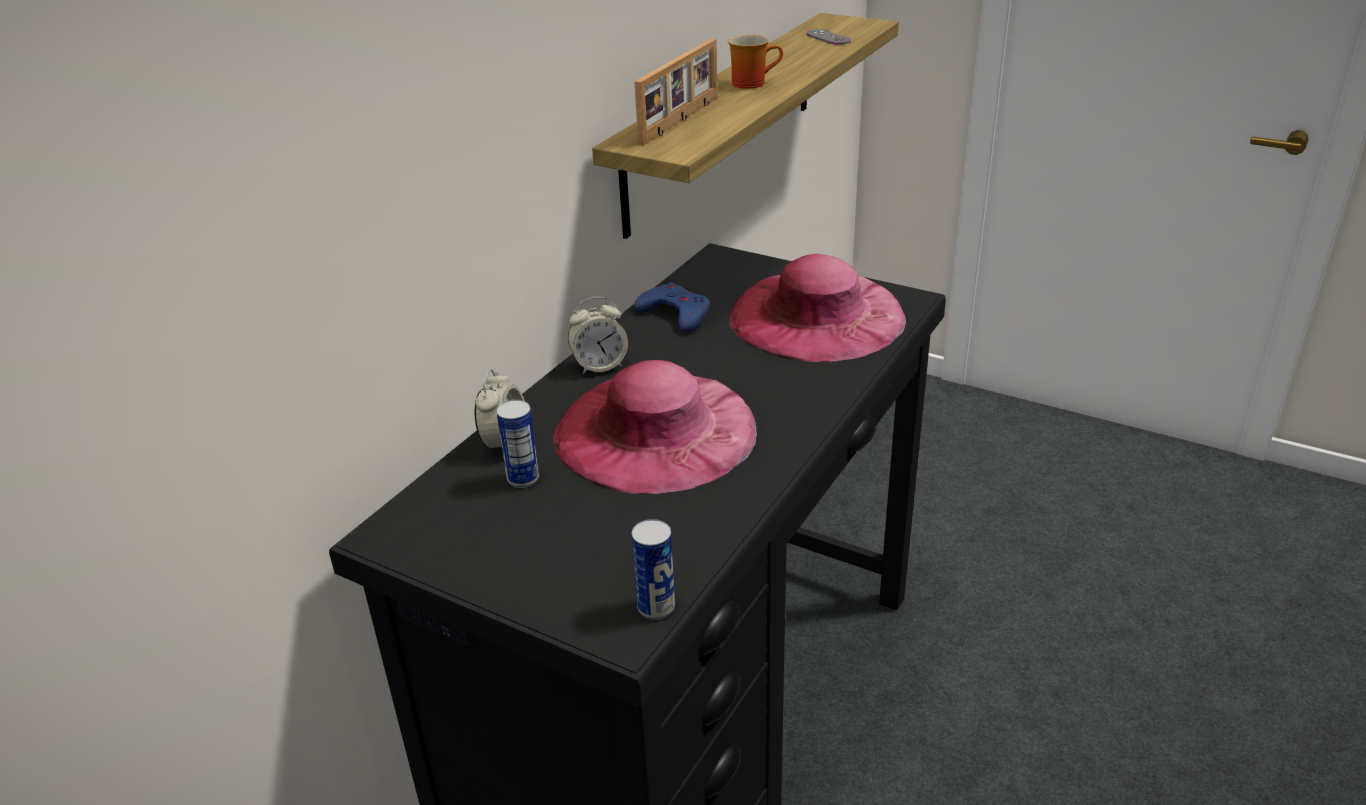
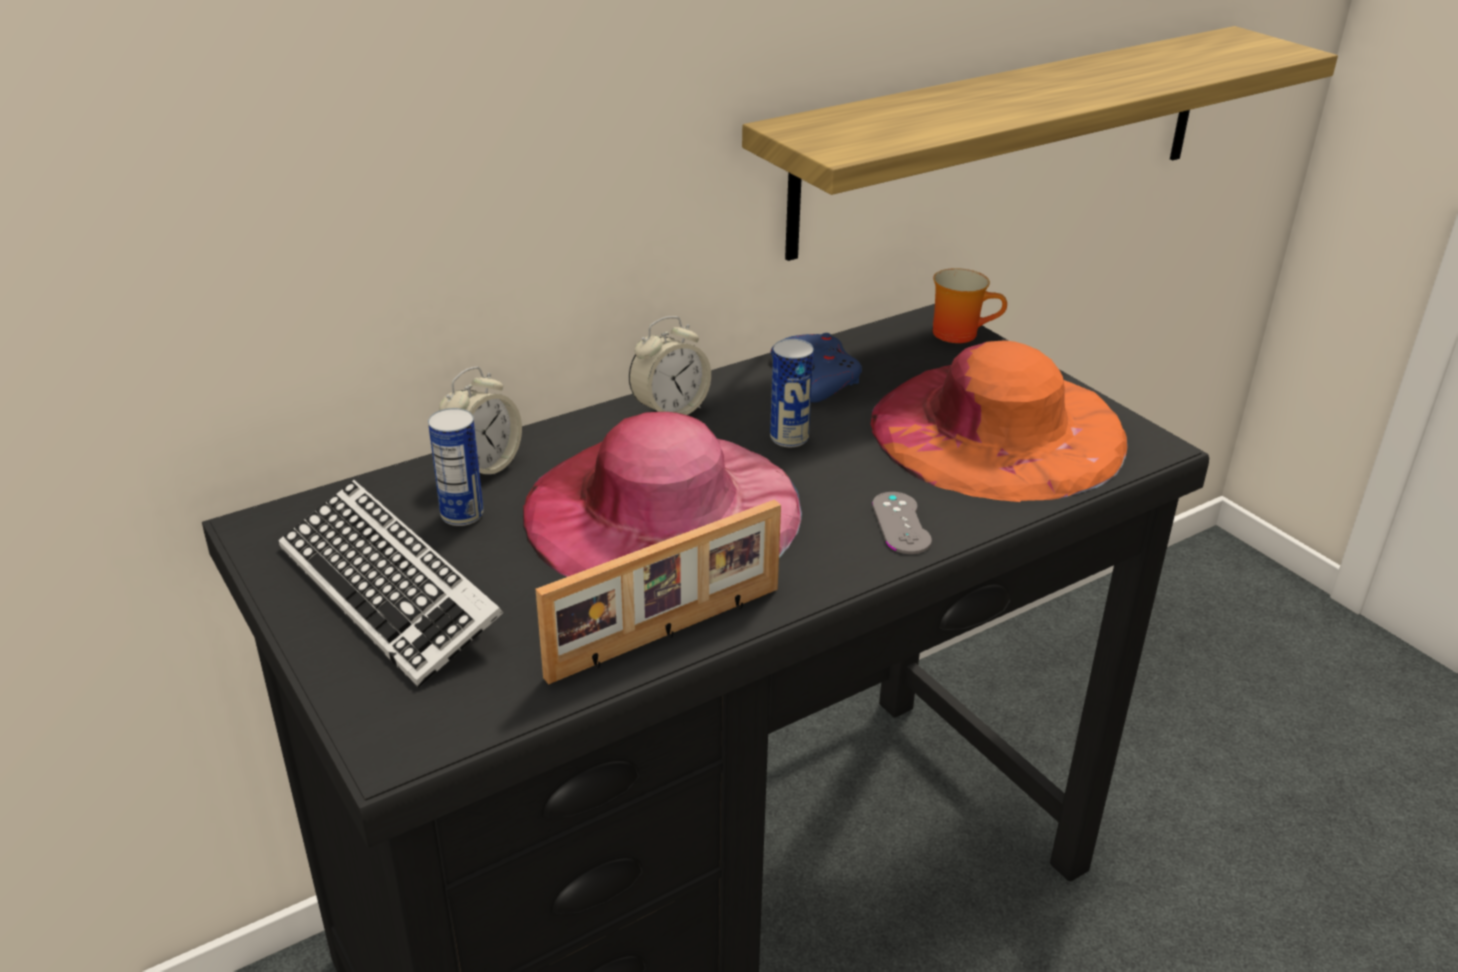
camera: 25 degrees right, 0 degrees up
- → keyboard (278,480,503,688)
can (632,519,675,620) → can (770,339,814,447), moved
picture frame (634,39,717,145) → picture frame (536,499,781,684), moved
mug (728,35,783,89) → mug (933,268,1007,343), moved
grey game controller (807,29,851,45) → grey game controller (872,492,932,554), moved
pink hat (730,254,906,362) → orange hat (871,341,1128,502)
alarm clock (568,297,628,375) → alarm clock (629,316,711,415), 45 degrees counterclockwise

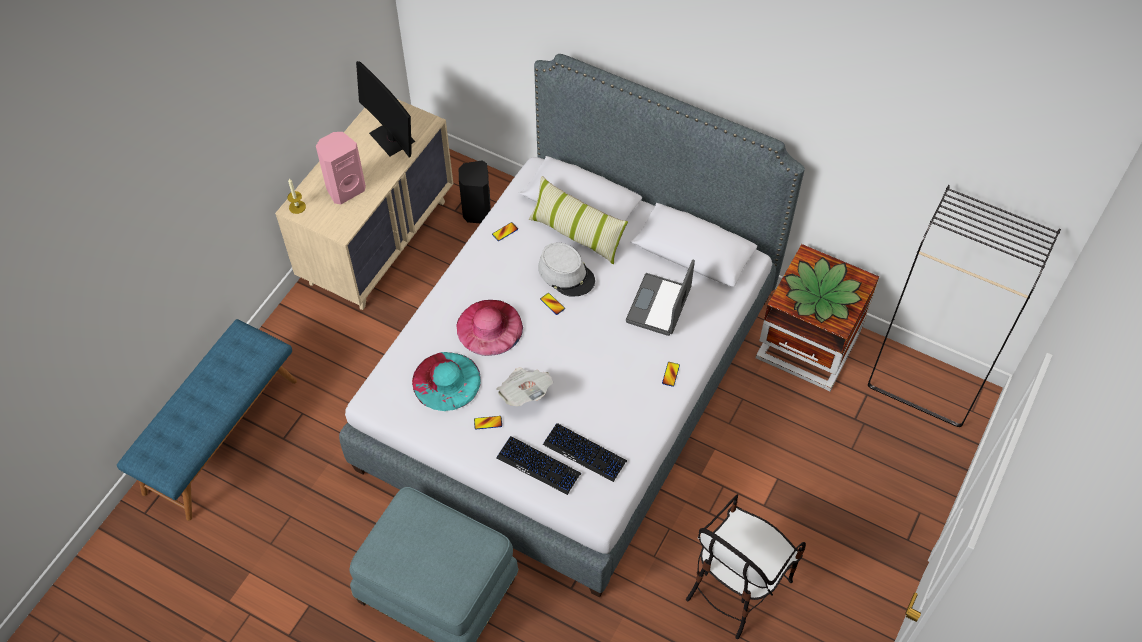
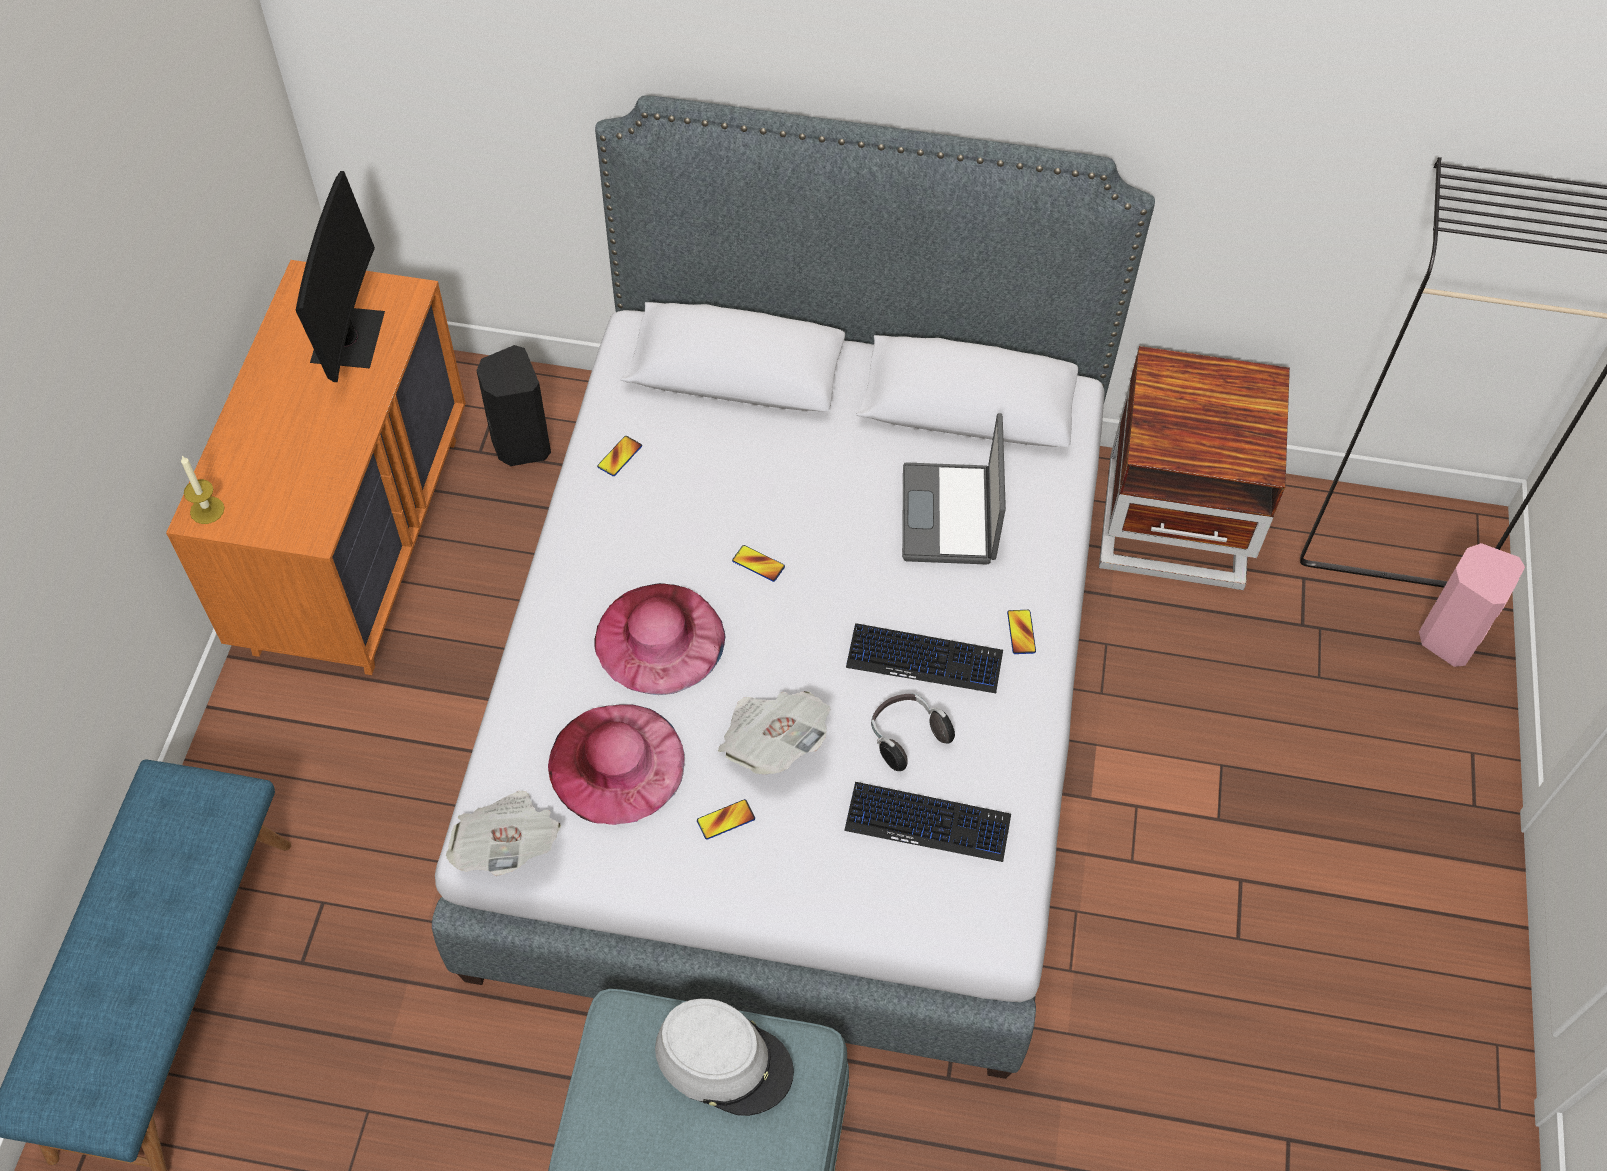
camera: 20 degrees left, 0 degrees up
pillow (529,176,628,264) → -
chair (686,494,806,639) → -
potted plant (784,257,862,323) → -
- → newspaper (446,791,561,876)
- → headphones (871,693,955,771)
pink speaker (316,132,366,204) → pink speaker (1419,543,1525,667), moved
keyboard (497,436,581,495) → keyboard (846,623,1003,693), moved
grey hat (538,243,595,297) → grey hat (655,999,794,1116), moved
beige dresser (275,99,453,310) → orange dresser (166,260,466,675)
turquoise hat (412,352,481,411) → pink hat (548,704,684,825)
monitor (356,61,415,158) → monitor (296,171,385,382), 120 degrees counterclockwise

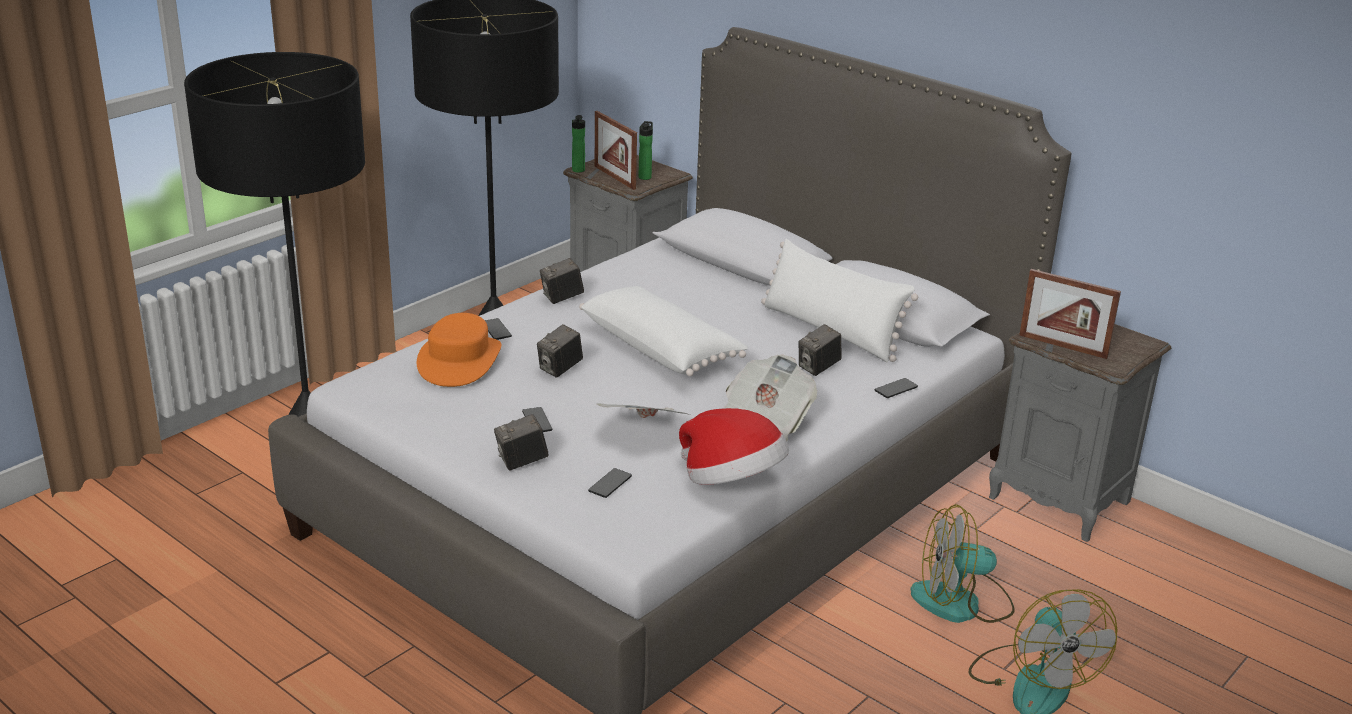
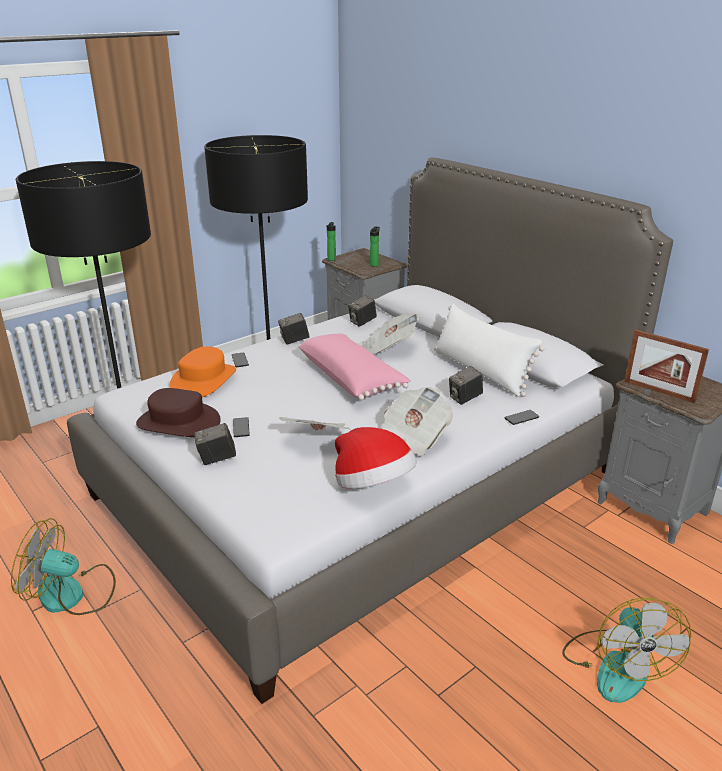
camera: 10 degrees right, 0 degrees up
phone (588,468,632,498) → -
picture frame (595,111,637,190) → -
- → brown hat (136,388,221,437)
- → newspaper (359,313,420,355)
photo camera (537,324,583,378) → photo camera (348,295,377,327), moved
fan (910,504,1015,623) → fan (11,518,116,615), moved
white pillow (579,286,748,376) → pink pillow (298,333,411,400)

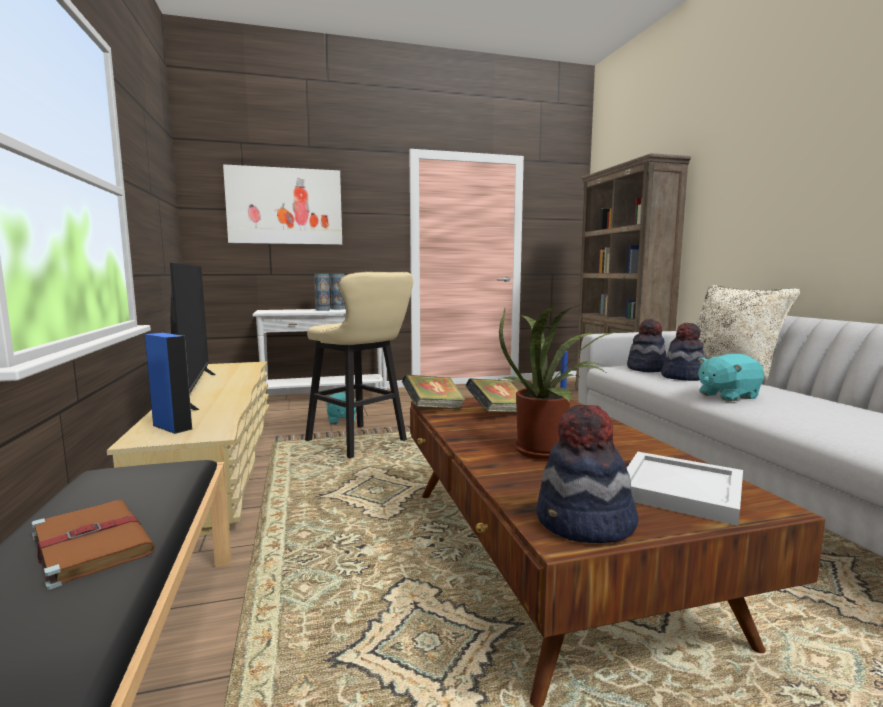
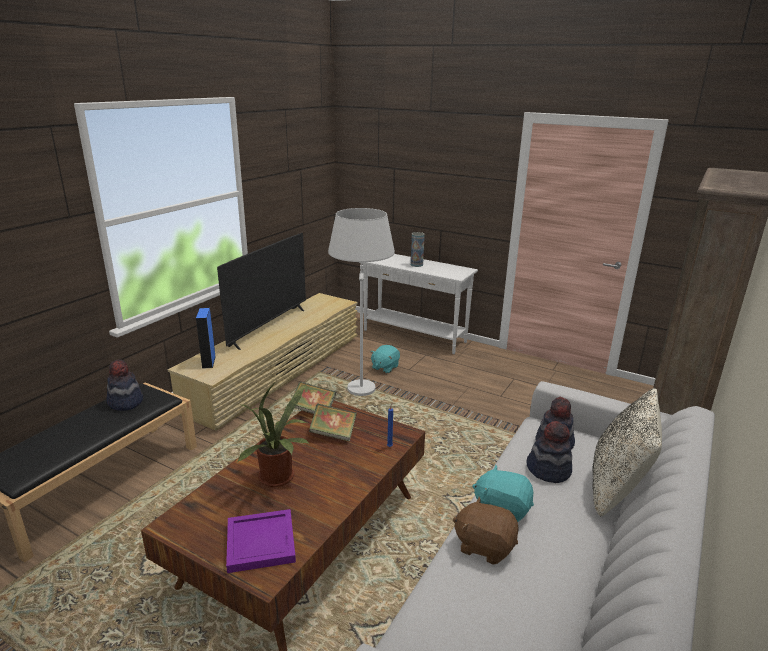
camera: 45 degrees right, 15 degrees up
brown book (32,500,155,590) → -
picture (223,164,342,245) → -
vase (330,274,346,310) → -
- → brown plush toy (453,497,519,565)
hat (536,405,639,543) → hat (106,359,143,411), moved
beige stool (305,272,413,458) → white floor lamp (328,208,395,396)
white tray (627,452,743,526) → purple tray (226,509,296,573)

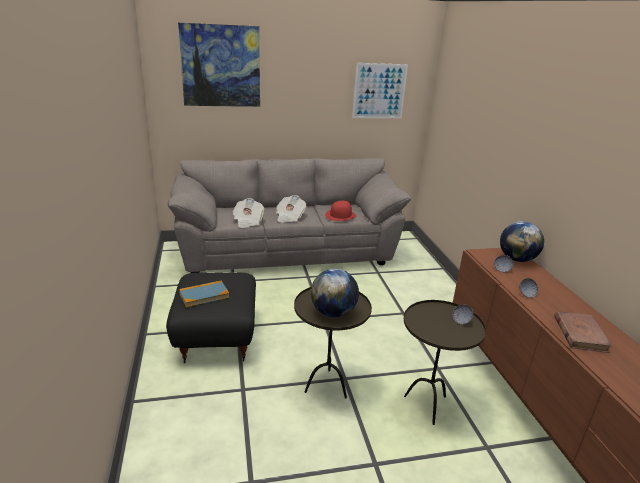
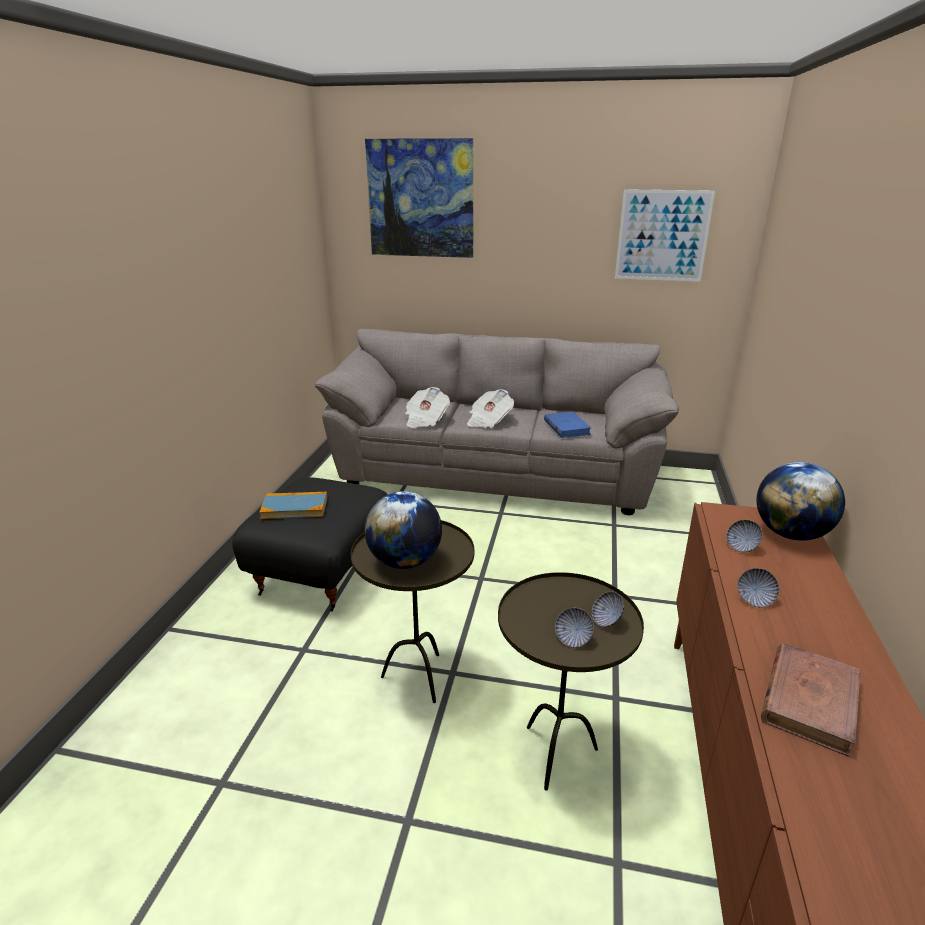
camera: 25 degrees right, 0 degrees up
- → bowl (555,608,594,648)
red hat (325,200,356,221) → blue book (544,412,591,438)

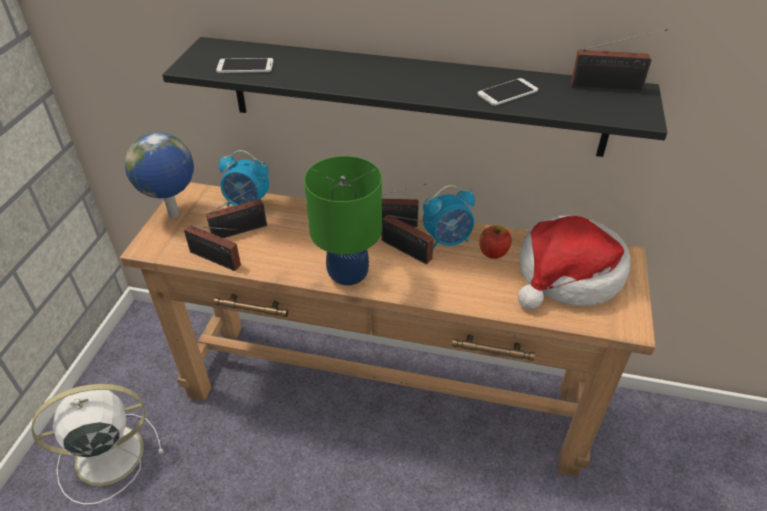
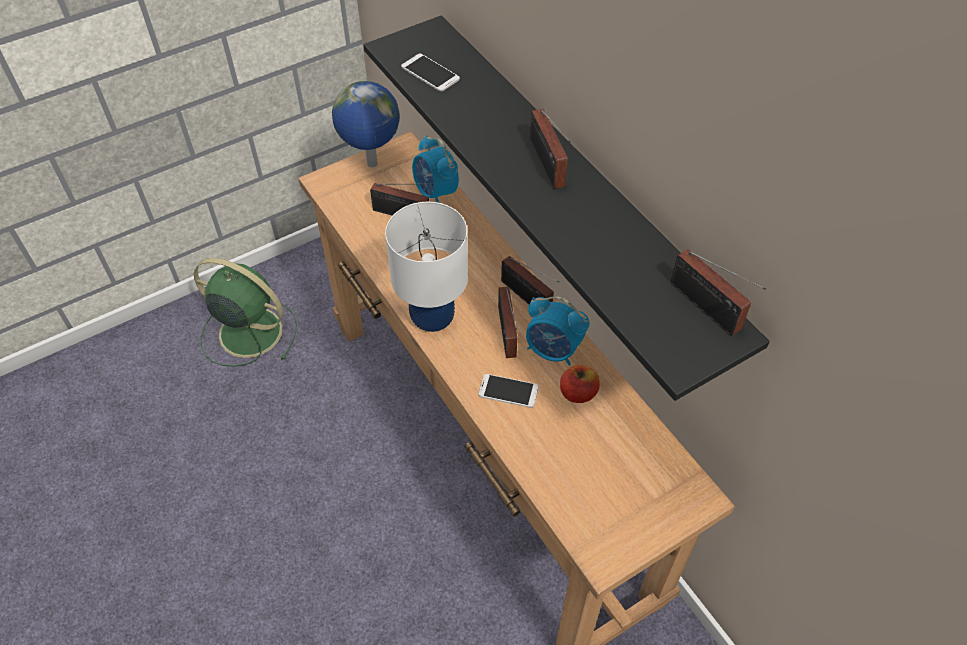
camera: 45 degrees right, 10 degrees up
hat (518,215,631,310) → -
radio (184,225,241,271) → radio (530,109,571,189), moved
phone (477,78,538,106) → phone (478,374,539,408), moved
white fan (32,384,163,505) → green fan (194,258,297,367)
green table lamp (304,156,382,286) → white table lamp (385,202,468,332)

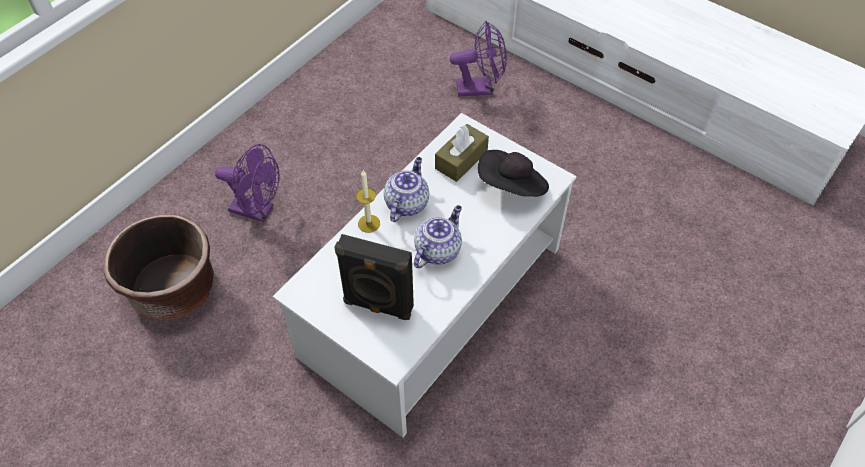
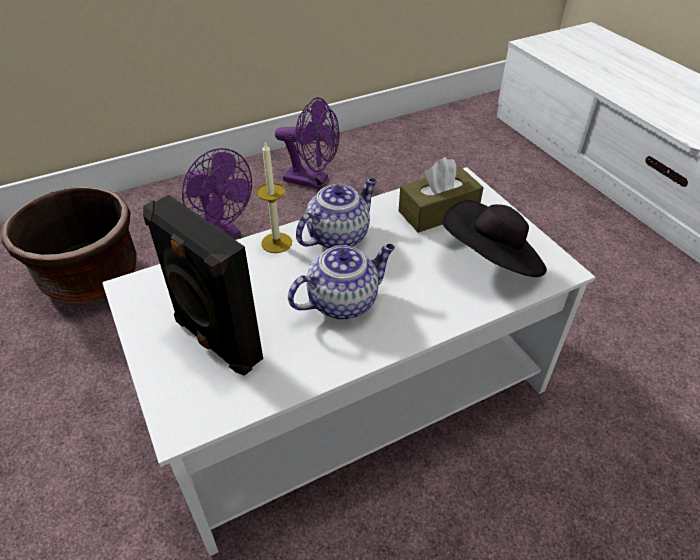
camera: 25 degrees right, 10 degrees down
purple fan (450,21,507,96) → purple fan (275,97,339,189), moved

